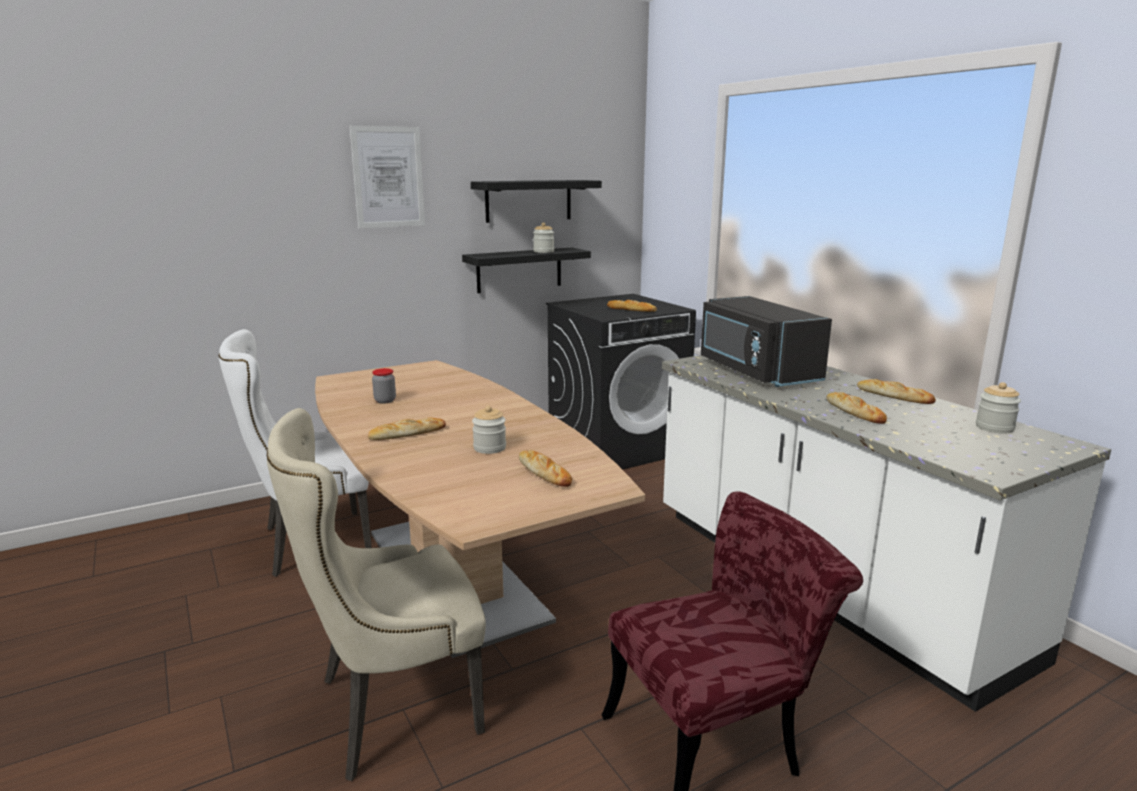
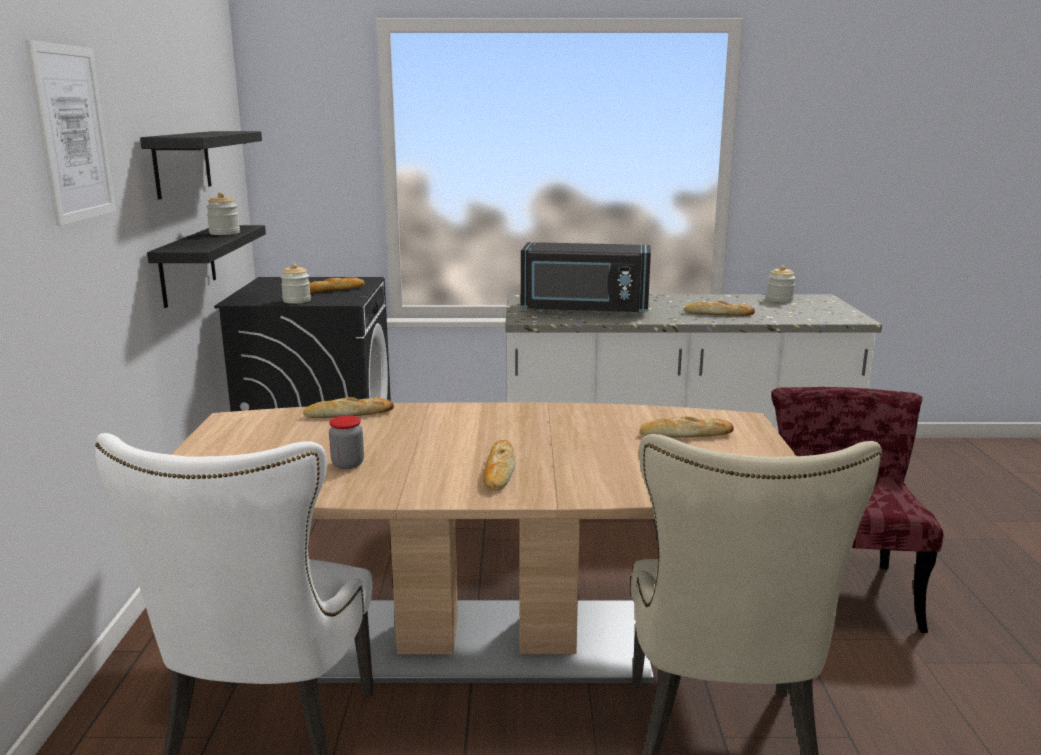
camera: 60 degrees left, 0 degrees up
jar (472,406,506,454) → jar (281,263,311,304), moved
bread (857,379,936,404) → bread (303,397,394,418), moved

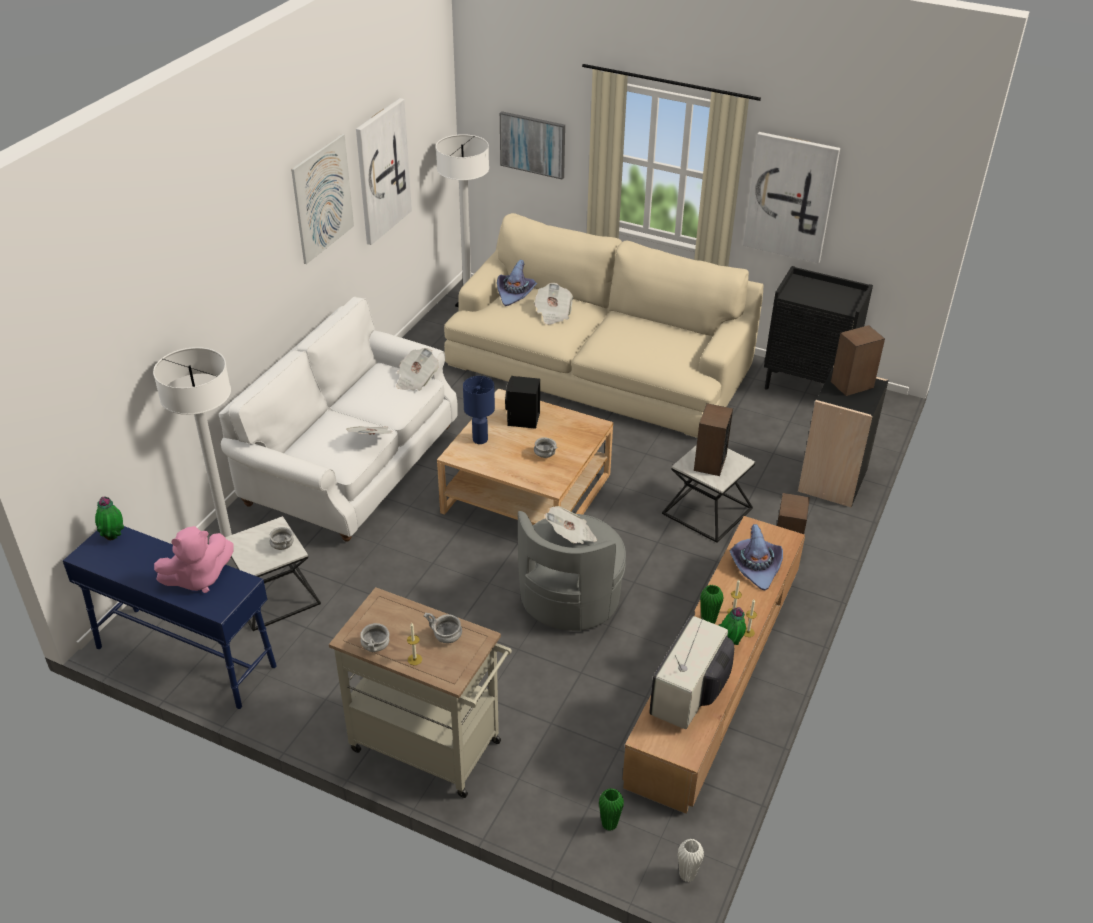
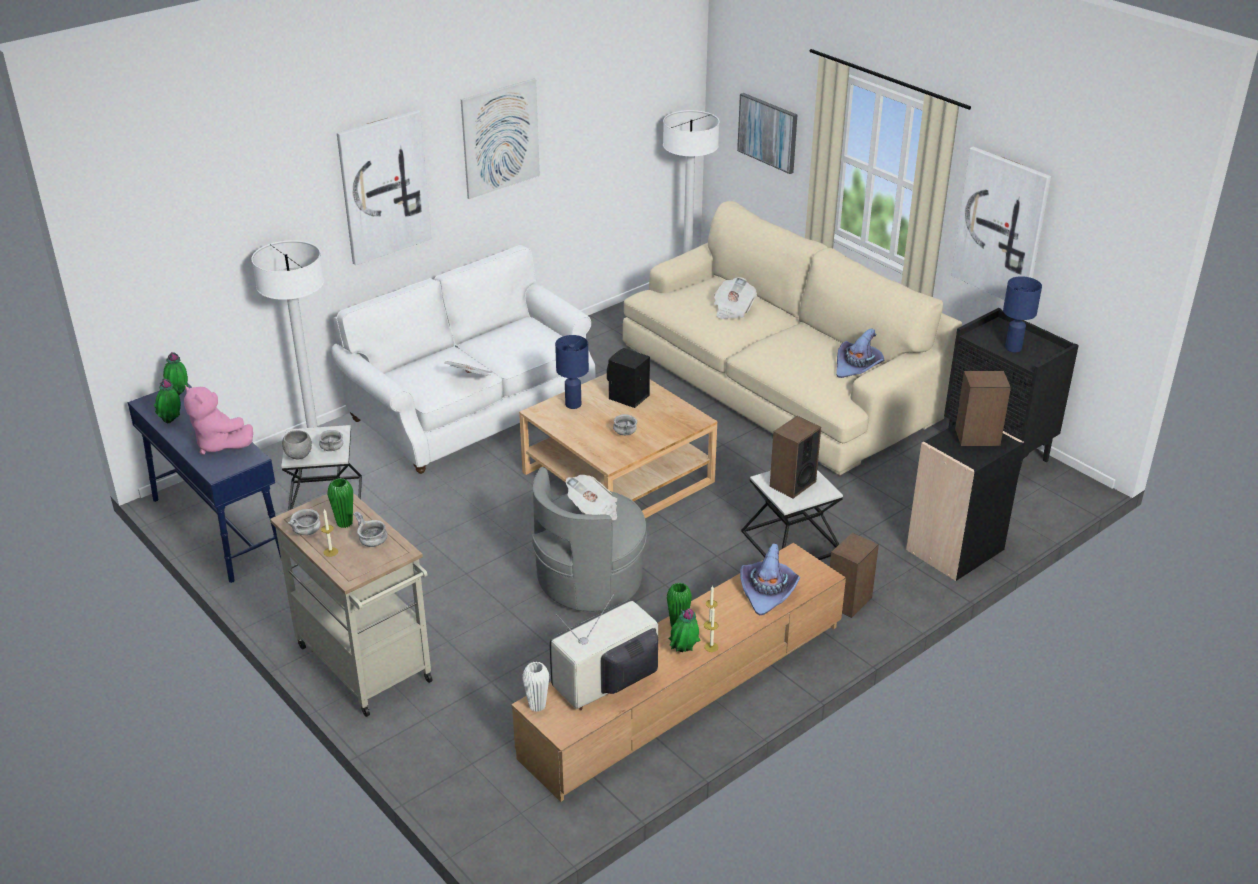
camera: 25 degrees right, 5 degrees down
newspaper (396,348,439,391) → -
- → potted plant (153,379,181,423)
- → grey bowl (282,430,312,460)
- → blue table lamp (1003,276,1042,352)
picture (356,98,412,245) → picture (337,110,432,265), moved
purple hat (497,260,537,306) → purple hat (836,328,884,378), moved
green vase (599,788,624,831) → green vase (327,478,353,528), moved
white vase (678,839,704,882) → white vase (522,661,549,712), moved
pink plush toy (154,526,234,593) → pink plush toy (184,385,253,455), 45 degrees clockwise

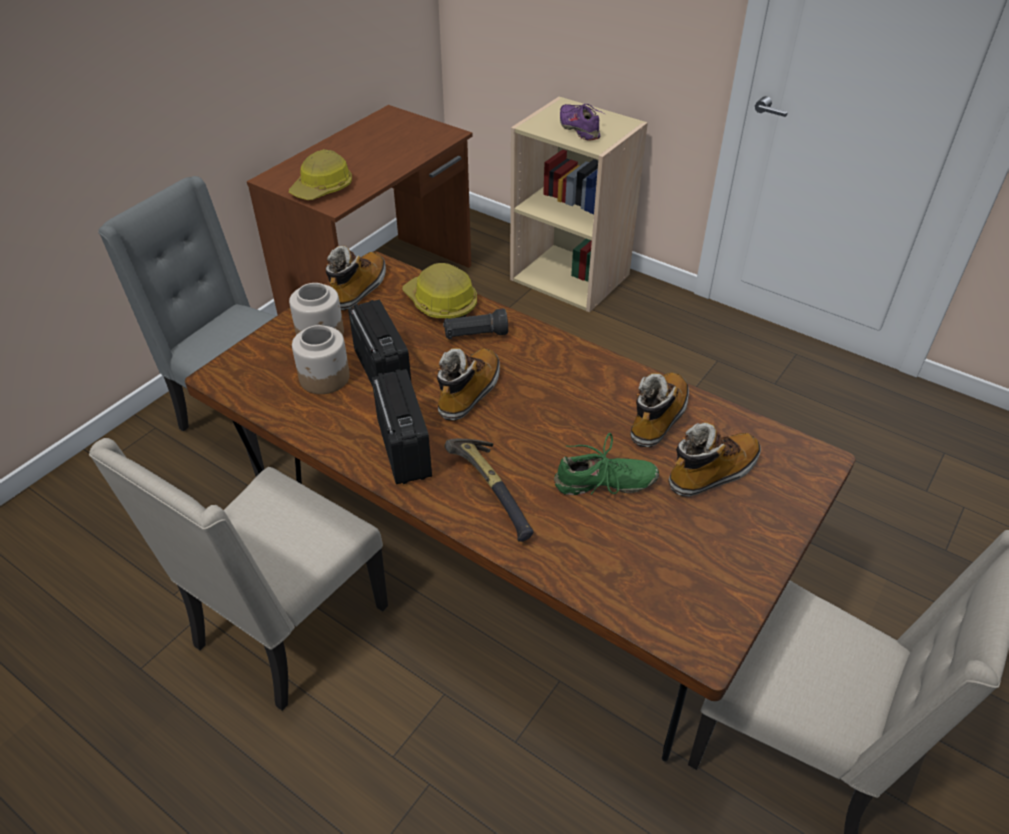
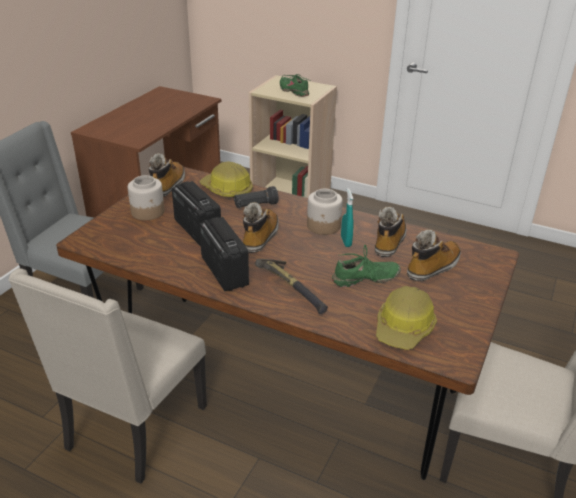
camera: 10 degrees left, 10 degrees down
- → turquoise spray bottle (341,188,354,247)
hard hat (289,149,352,200) → hard hat (376,286,437,350), moved
jar (292,325,350,394) → jar (307,189,343,235), moved
purple shoe (560,104,606,141) → green shoe (280,74,309,97)

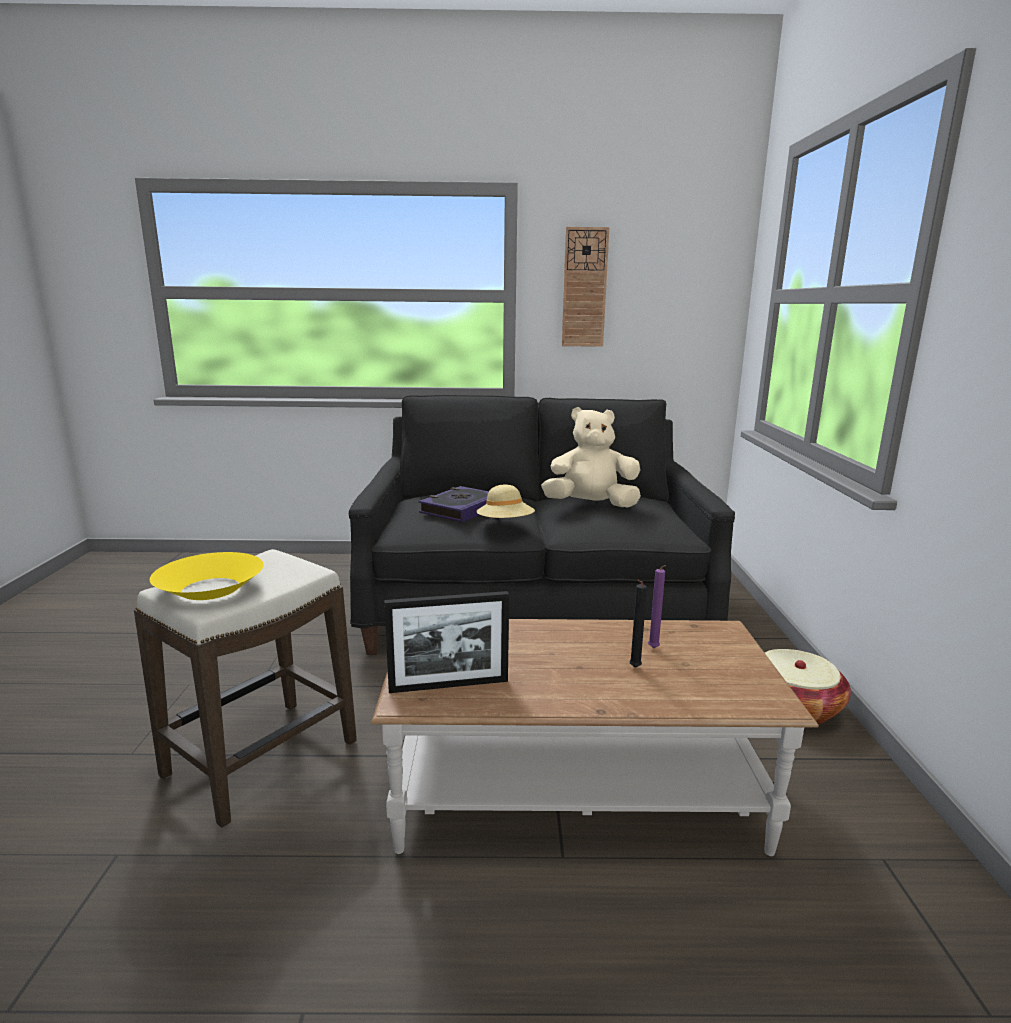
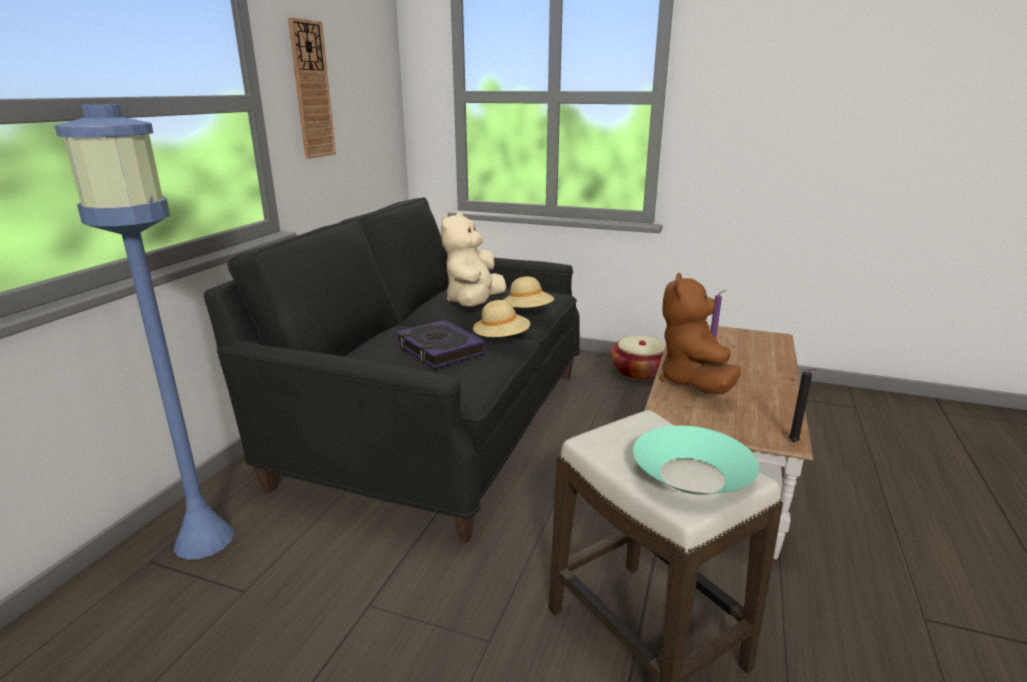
camera: 70 degrees left, 5 degrees up
picture frame (384,591,509,693) → -
- → blue floor lamp (55,104,234,560)
- → beige hat (503,276,554,308)
- → brown plush toy (660,273,741,394)
black candle (630,580,647,668) → black candle (789,368,817,442), moved
yellow bowl (150,552,264,600) → turquoise bowl (633,426,759,495)

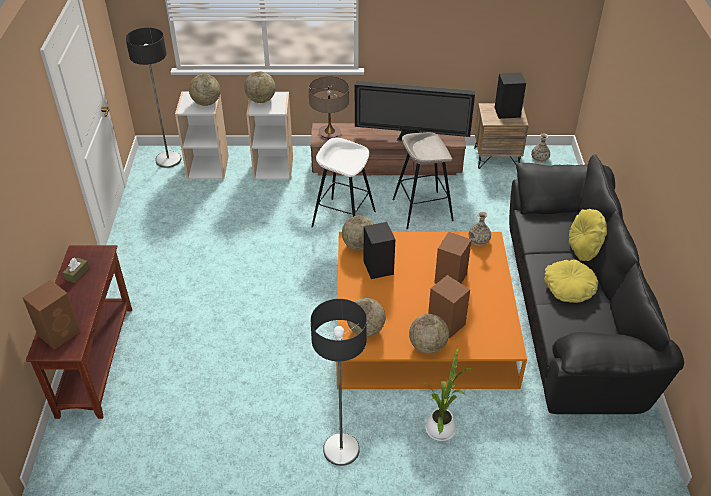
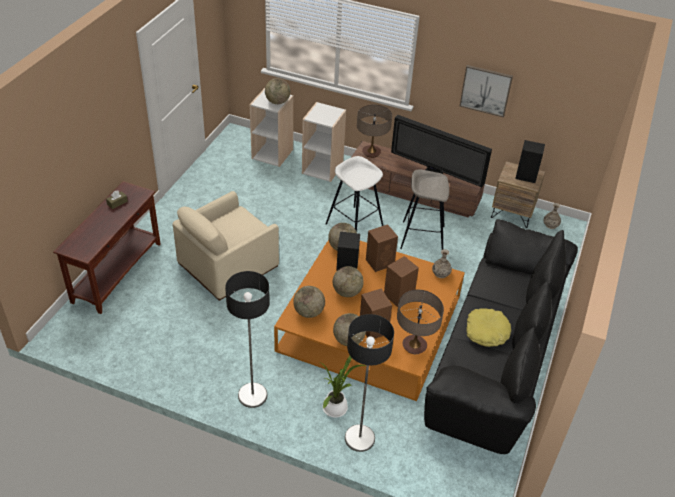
camera: 20 degrees right, 0 degrees up
yellow pillow (569,209,607,261) → -
- → beige armchair (172,191,279,301)
- → table lamp (397,290,444,354)
- → picture (460,65,513,117)
brown speaker (22,280,81,350) → brown speaker (366,224,398,272), moved
floor lamp (126,28,181,168) → floor lamp (345,314,394,452), moved
globe (244,71,276,103) → globe (333,266,364,297), moved

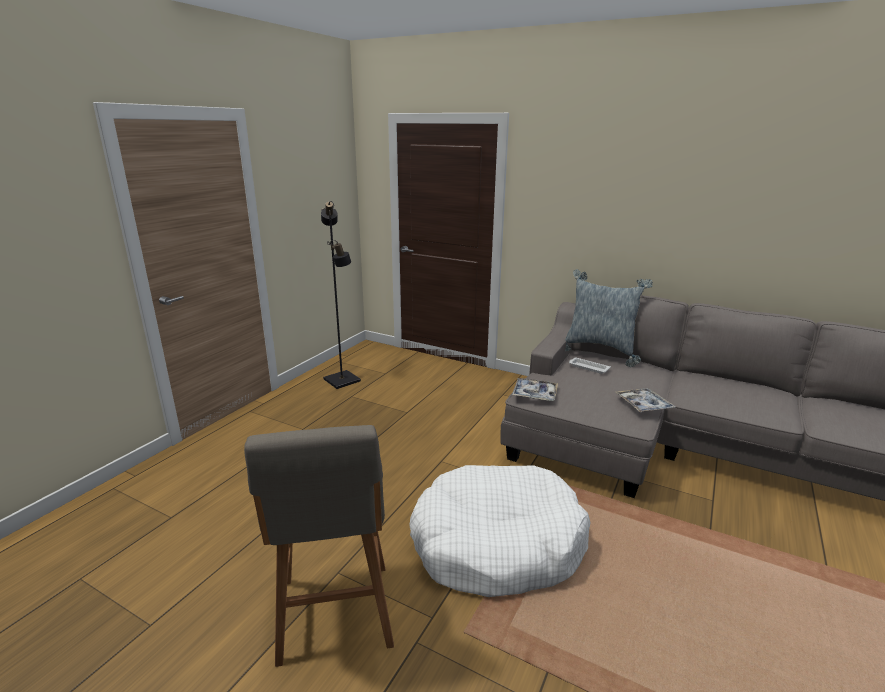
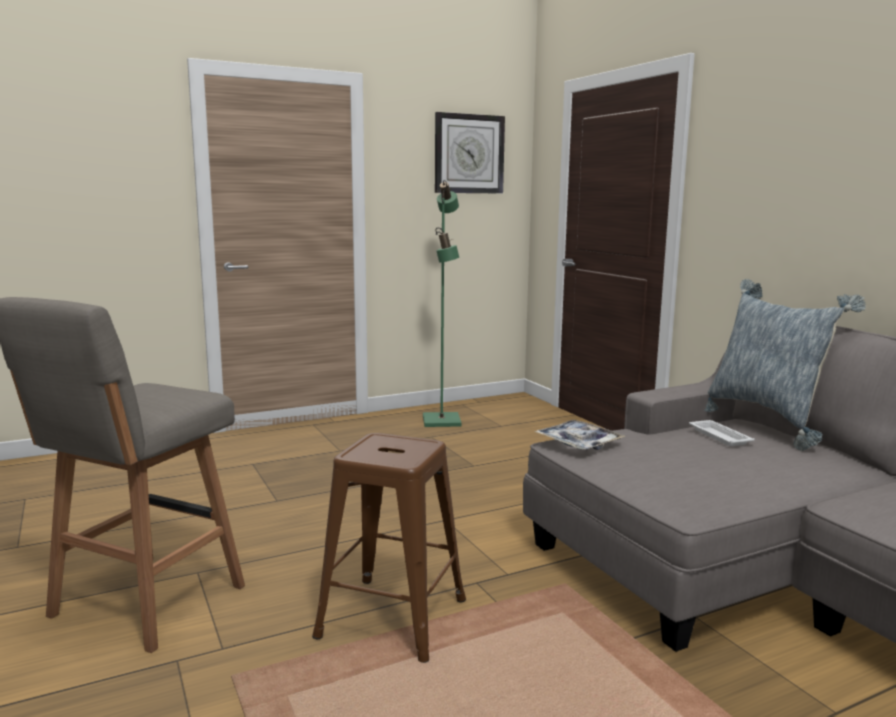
camera: 35 degrees right, 10 degrees down
tray (616,388,675,412) → -
- → wall clock (435,112,505,194)
white dog bed (409,465,590,597) → brown stool (312,433,466,663)
black floor lamp (321,201,361,389) → green floor lamp (423,180,461,427)

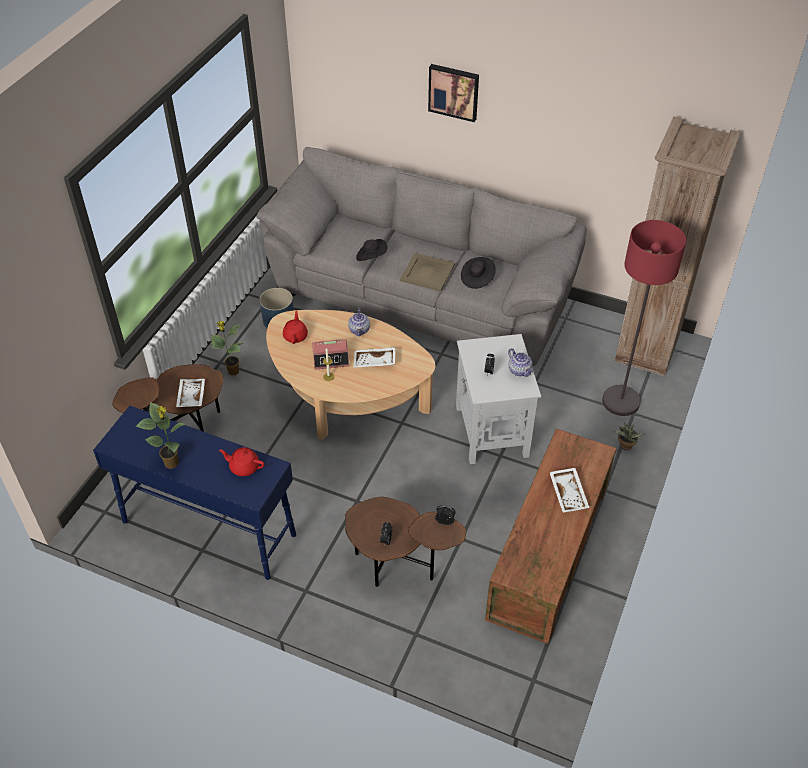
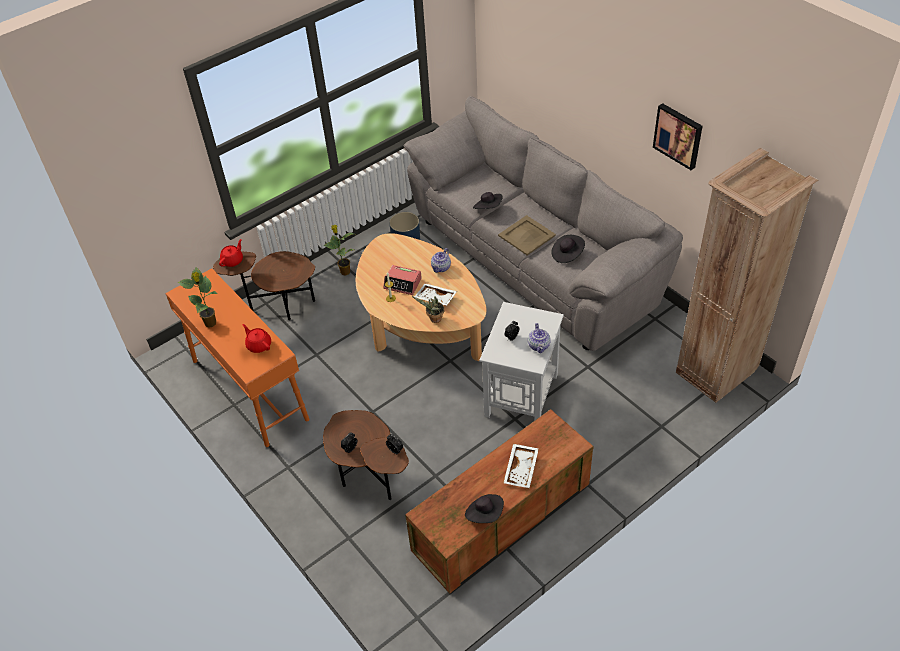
camera: 30 degrees right, 0 degrees up
white tray (176,379,205,407) → -
red floor lamp (602,220,686,416) → -
- → black hat (465,494,504,523)
red teapot (283,311,308,344) → red teapot (219,239,243,267), moved
picture (428,64,479,122) → picture (653,103,703,170), moved
potted plant (613,423,644,450) → potted plant (412,296,444,323), moved
blue console table (93,406,296,580) → orange console table (165,268,309,447)

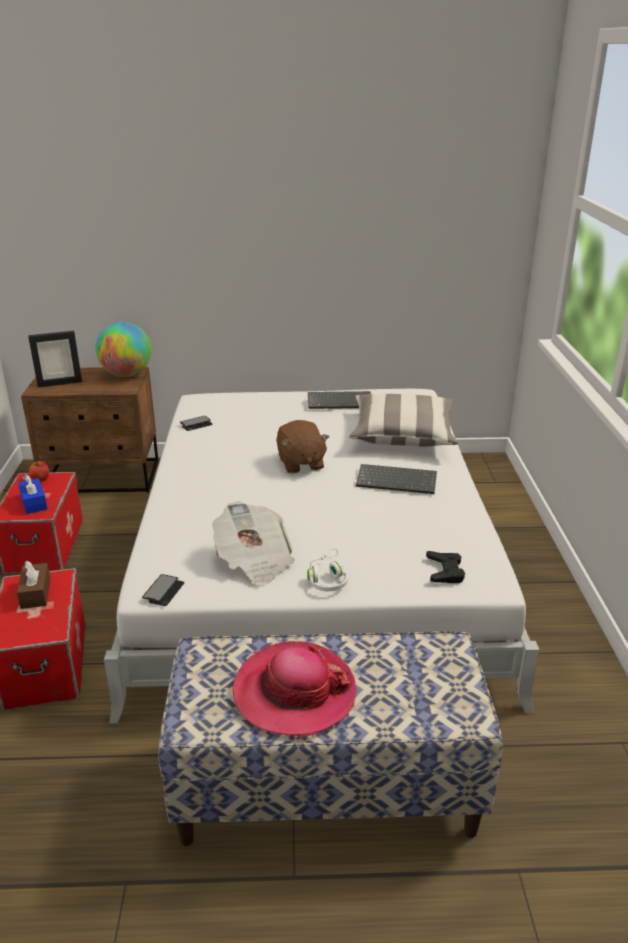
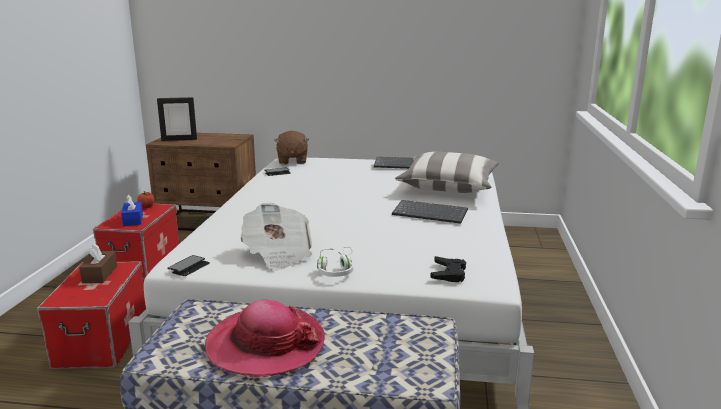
camera: 10 degrees right, 10 degrees down
globe (96,322,152,377) → -
brown plush toy (276,420,329,473) → brown plush toy (274,130,309,164), moved

